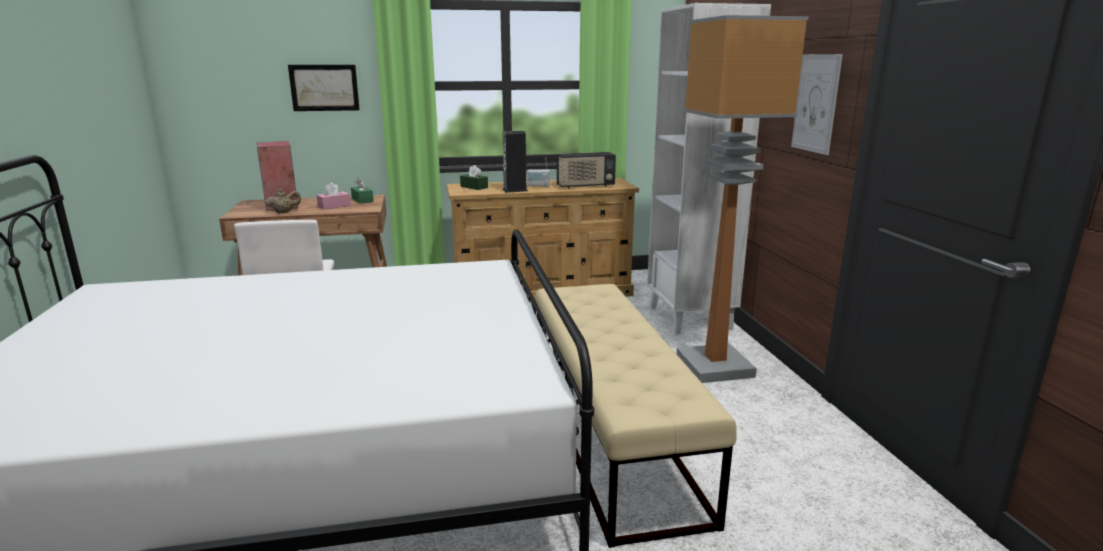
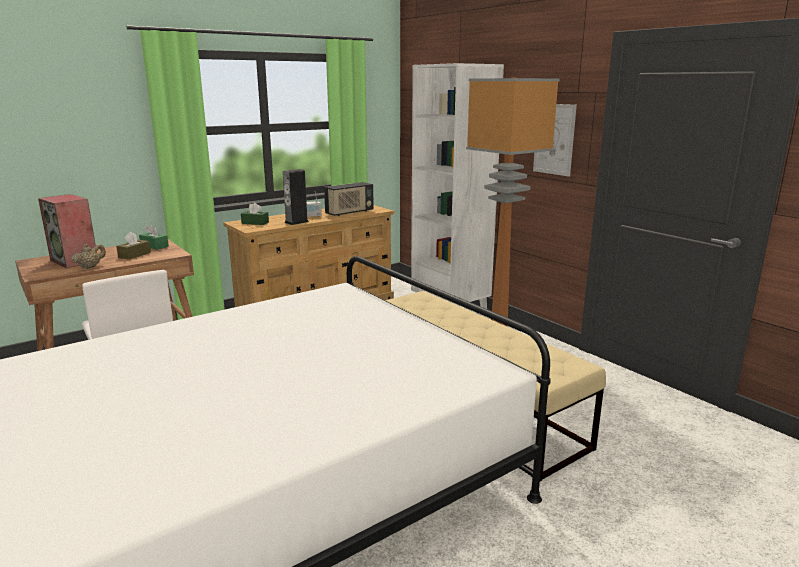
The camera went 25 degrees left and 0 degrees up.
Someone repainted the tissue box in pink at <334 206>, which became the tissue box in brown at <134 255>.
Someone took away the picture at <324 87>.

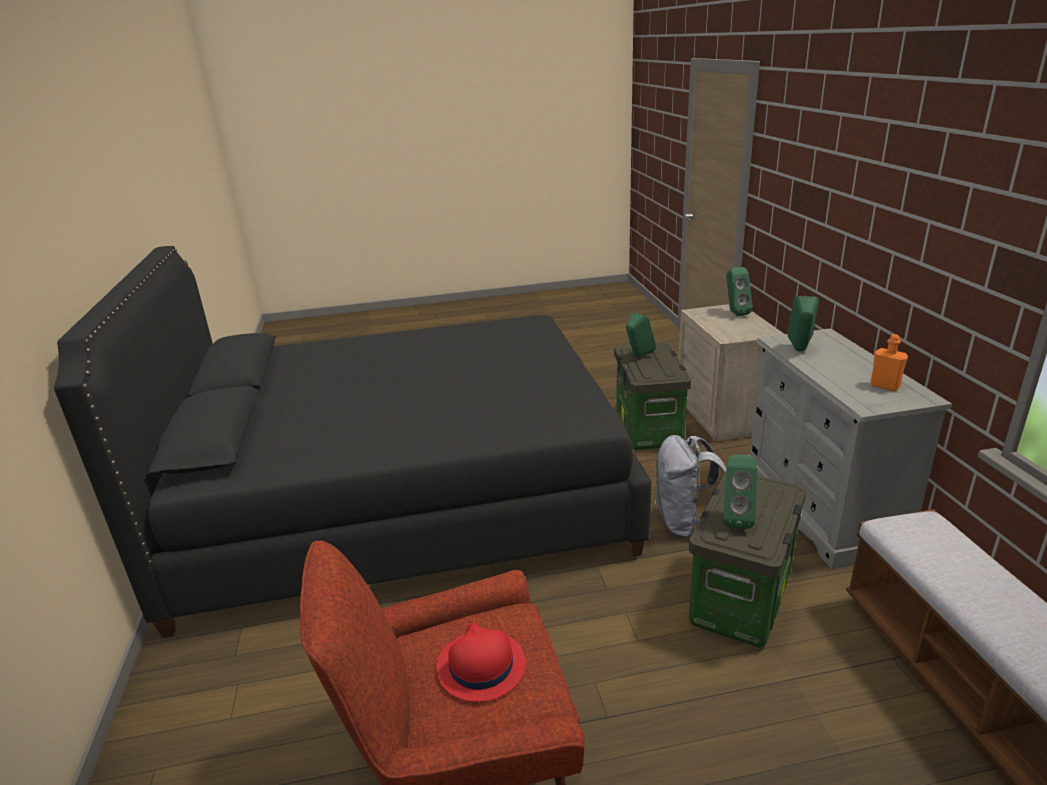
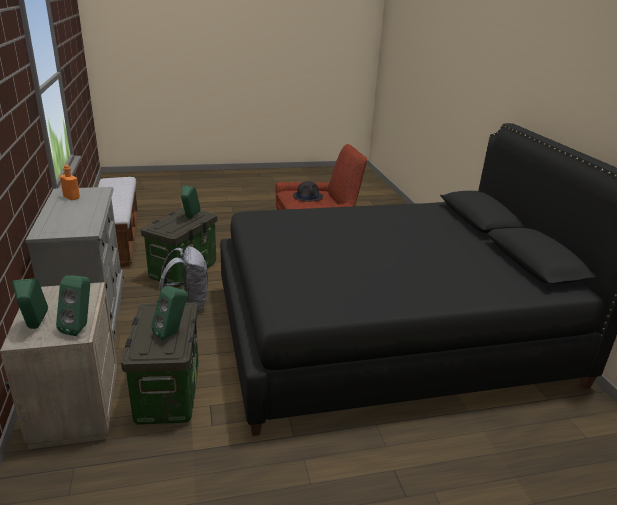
The camera went 175 degrees right and 0 degrees up.
Someone carried the speaker in green from <799 351> to <80 327>.
Someone repainted the hat in red at <480 666>, which became the hat in black at <308 196>.

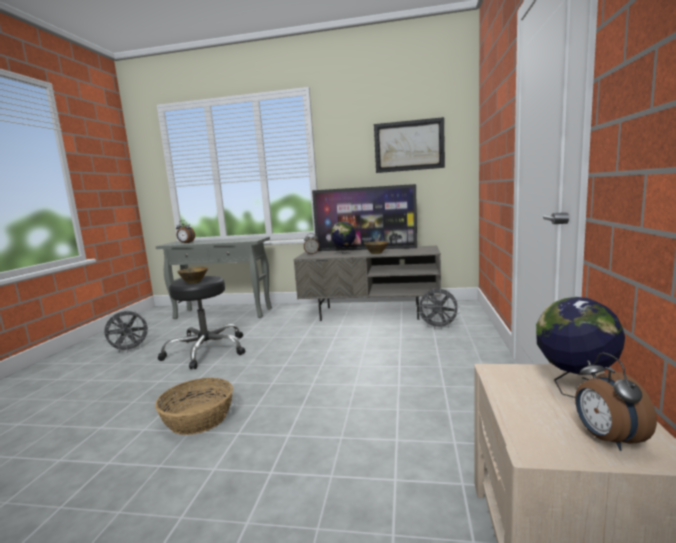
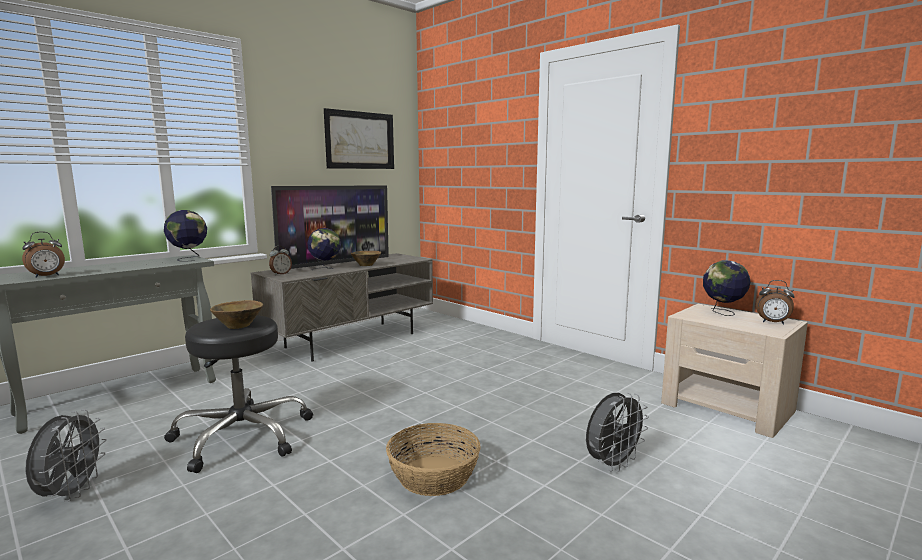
The camera went 55 degrees left and 0 degrees up.
Someone put down the globe at <189 259>.
Someone carried the fan in grey from <438 327> to <612 464>.

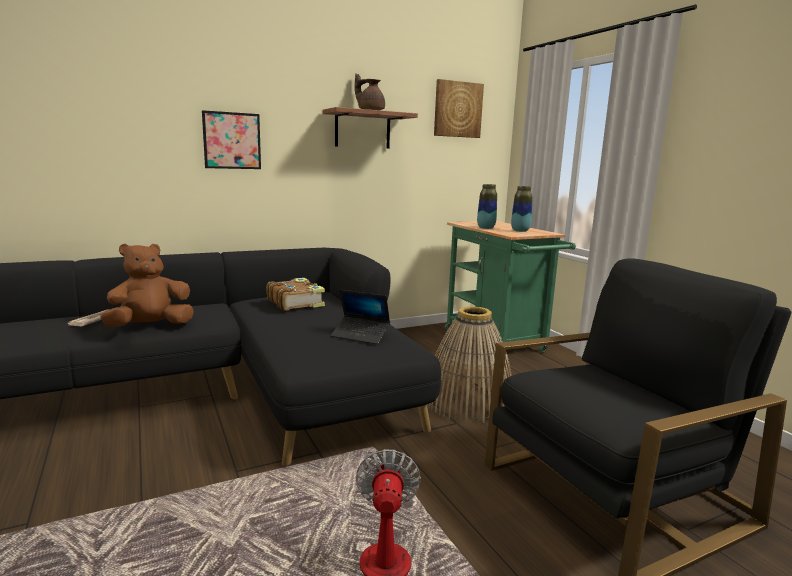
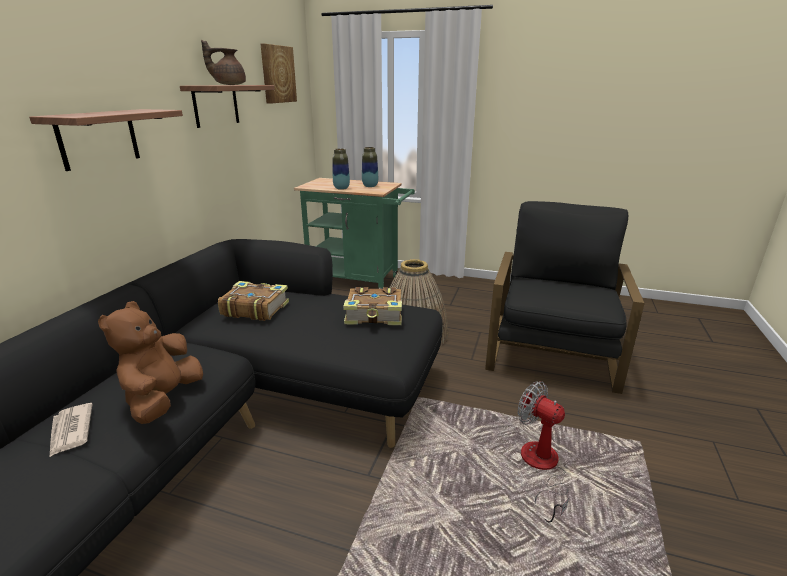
The camera went 45 degrees left and 10 degrees up.
Someone swapped the picture at <232 140> for the shelf at <98 138>.
Someone swapped the laptop at <360 335> for the book at <375 315>.

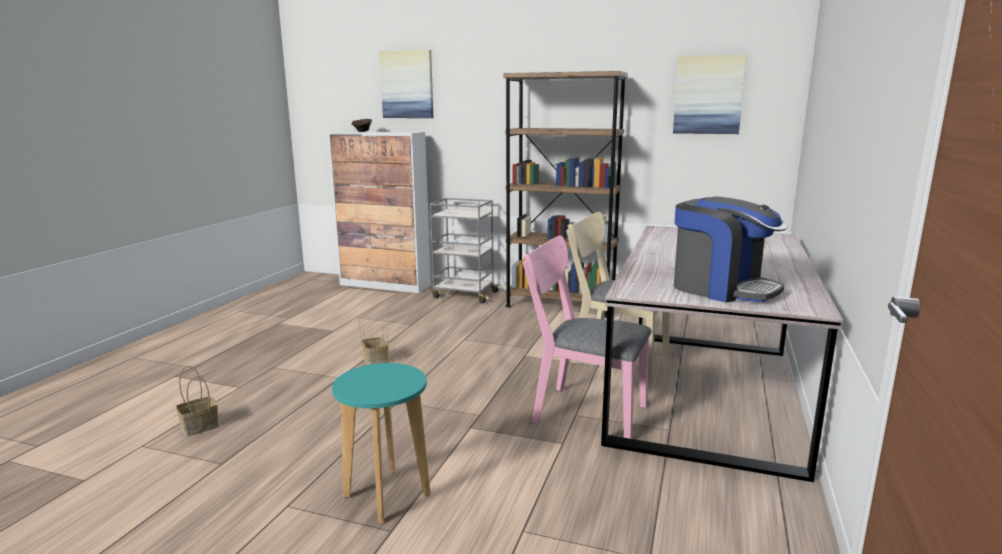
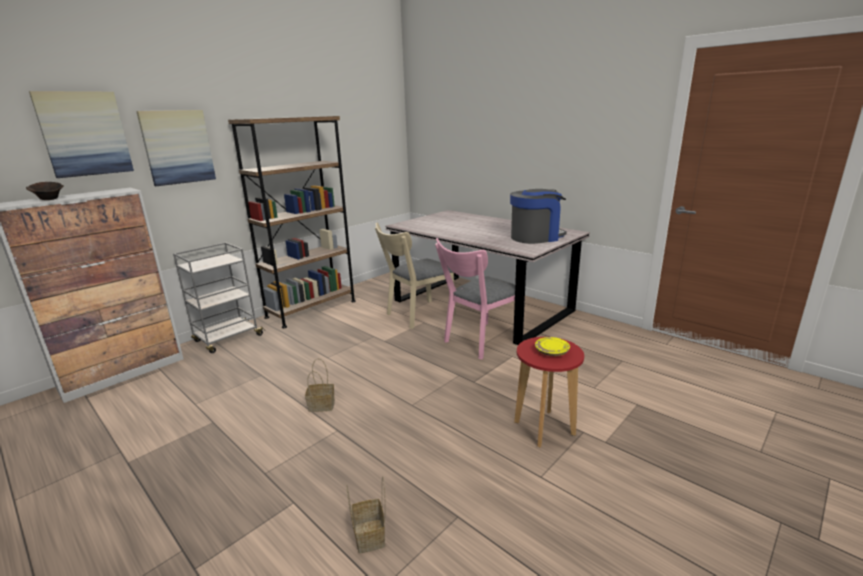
The camera went 65 degrees left and 5 degrees up.
Someone carried the picture from <708 95> to <177 147>.
Someone repainted the stool in turquoise at <386 495>, which became the stool in red at <544 428>.
Someone put down the plate in yellow at <551 352>.

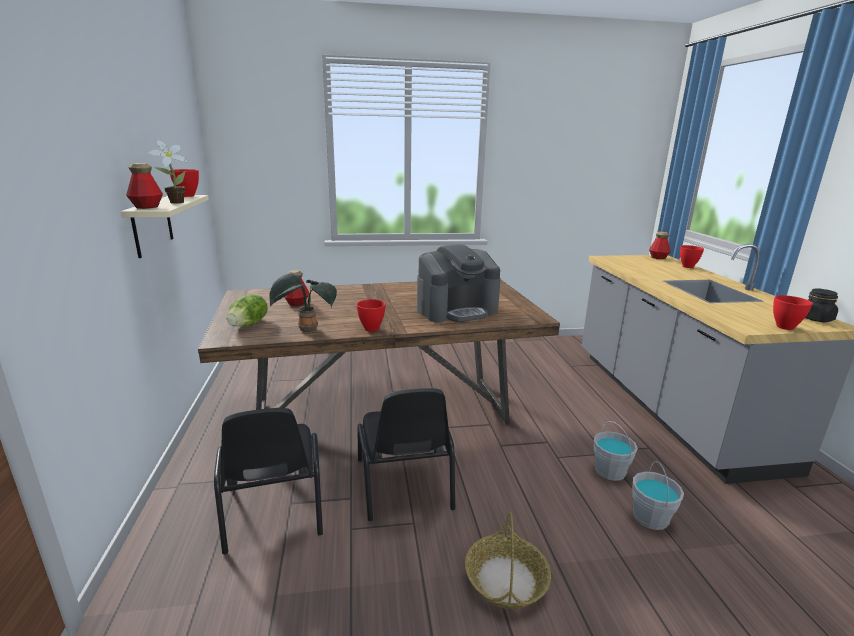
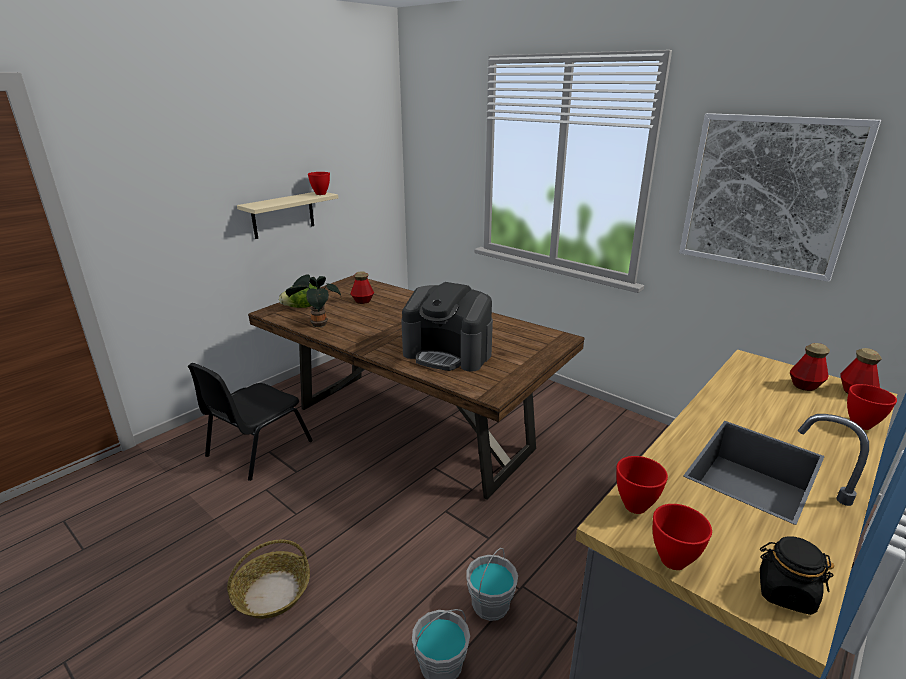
The camera went 50 degrees right and 5 degrees up.
Someone carried the bowl in red from <370 329> to <634 505>.
Someone put up the picture at <767 194>.
Someone carried the bottle from <147 207> to <805 386>.
Someone took away the potted plant at <174 202>.
Someone took away the chair in black at <404 485>.

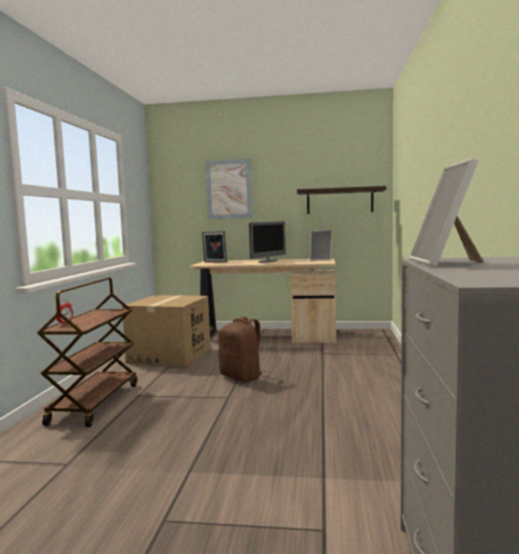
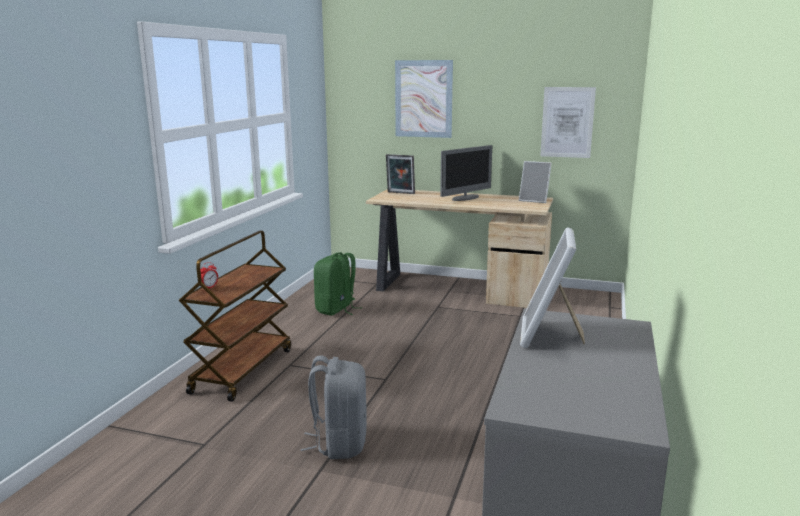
The camera went 10 degrees right and 10 degrees up.
Someone put down the backpack in grey at <339 443>.
Someone swapped the cardboard box at <170 355> for the backpack in green at <336 309>.
Someone swapped the shelf at <339 201> for the picture at <567 122>.
Someone took away the backpack in brown at <242 377>.

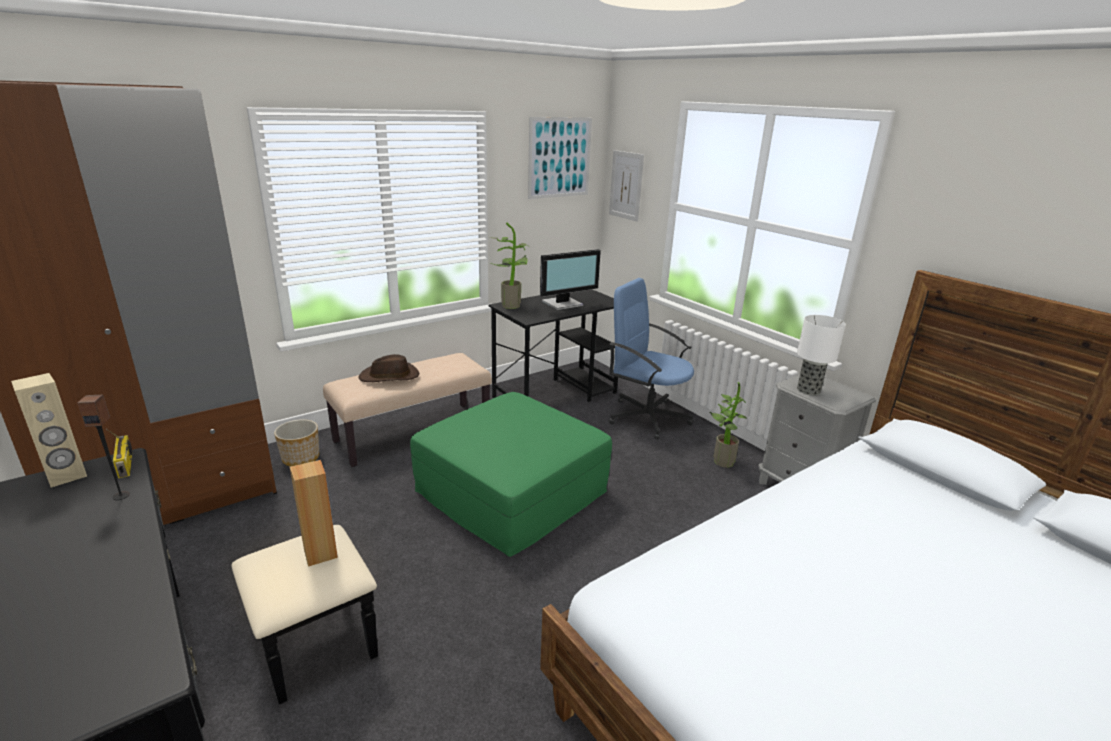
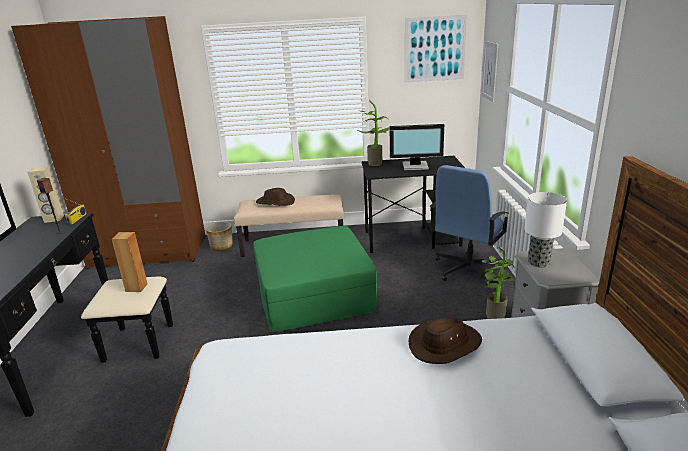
The camera went 35 degrees right and 0 degrees up.
Someone put down the hat in brown at <445 344>.
Someone rotated the office chair in blue at <647 417> by 120 degrees counterclockwise.

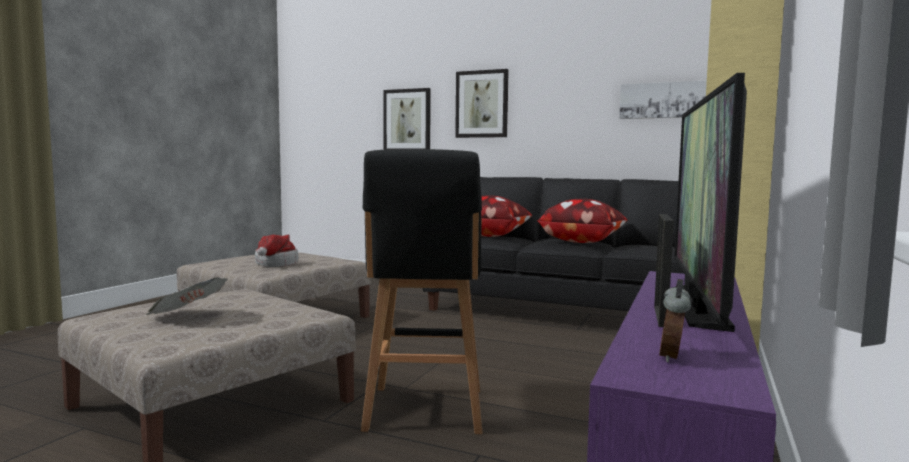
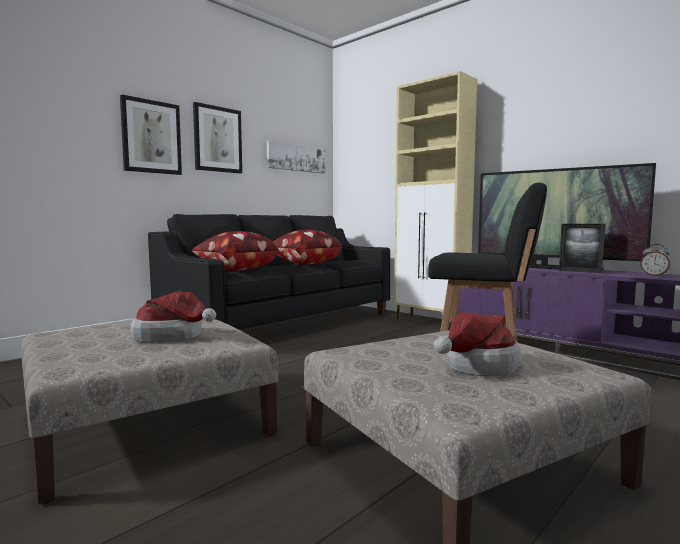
The camera went 70 degrees left and 0 degrees up.
Someone carried the picture from <407 120> to <217 139>.
Someone swapped the newspaper at <188 316> for the hat at <475 365>.

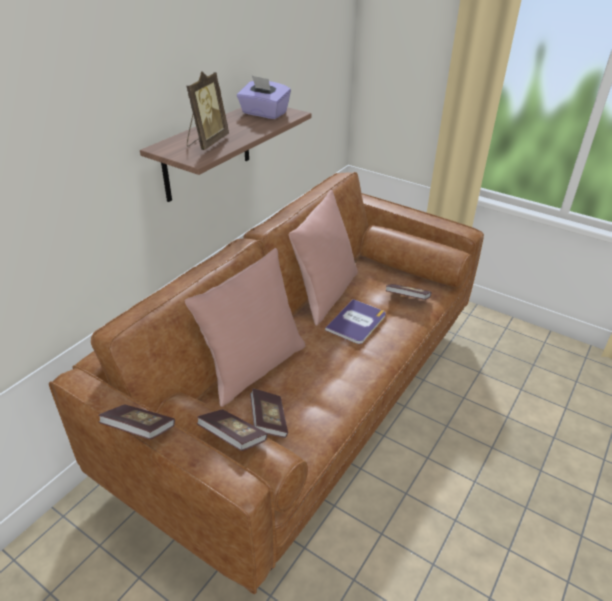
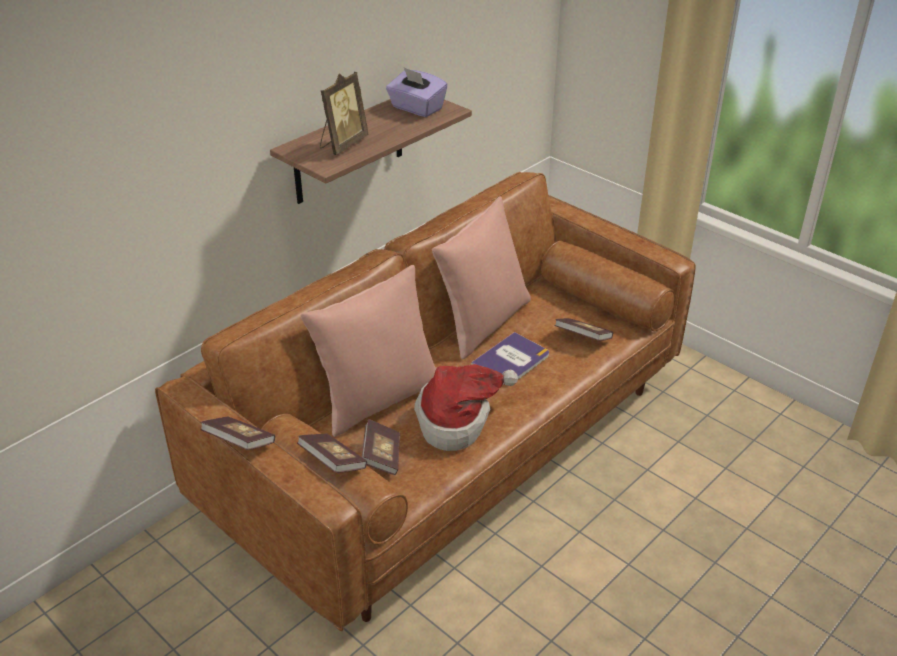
The camera went 10 degrees right and 0 degrees up.
Someone put down the hat at <458 420>.

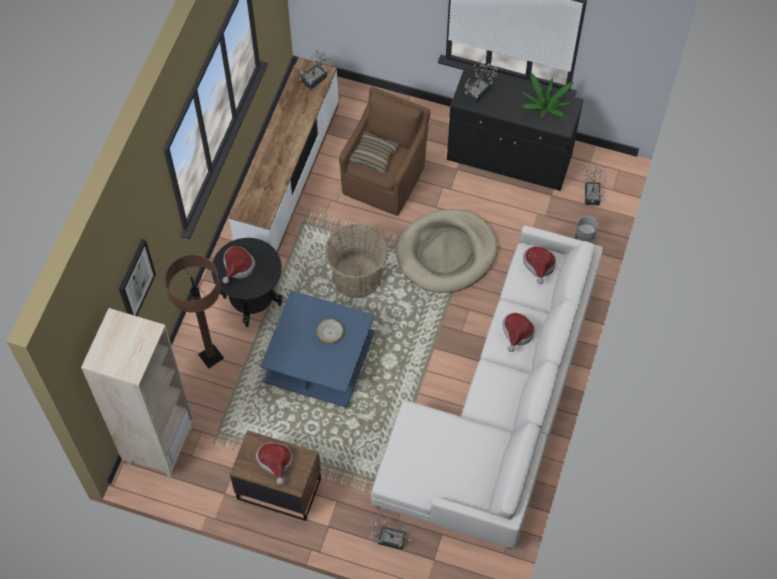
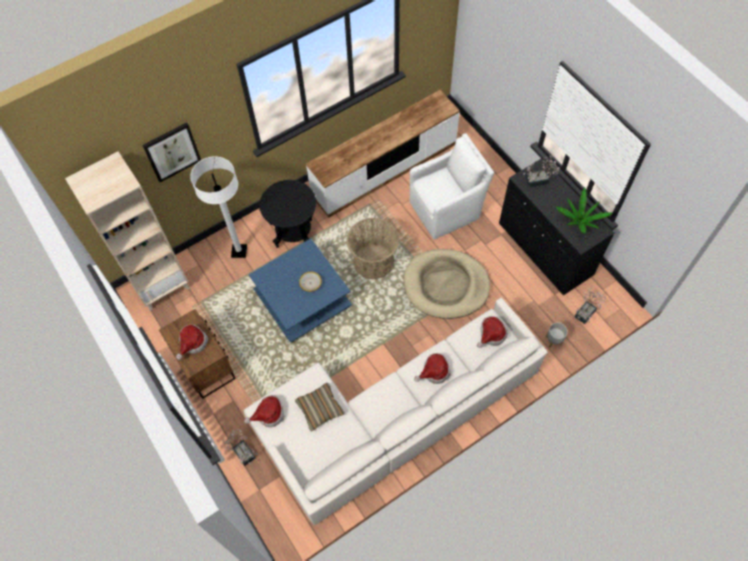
The camera went 40 degrees right and 0 degrees up.
Someone repainted the floor lamp in brown at <211 357>, which became the floor lamp in white at <239 251>.
Someone carried the hat from <237 267> to <268 414>.
Someone carried the pillow from <374 155> to <320 408>.
Someone repainted the armchair in brown at <385 178>, which became the armchair in white at <446 209>.
Someone took away the potted plant at <316 77>.

